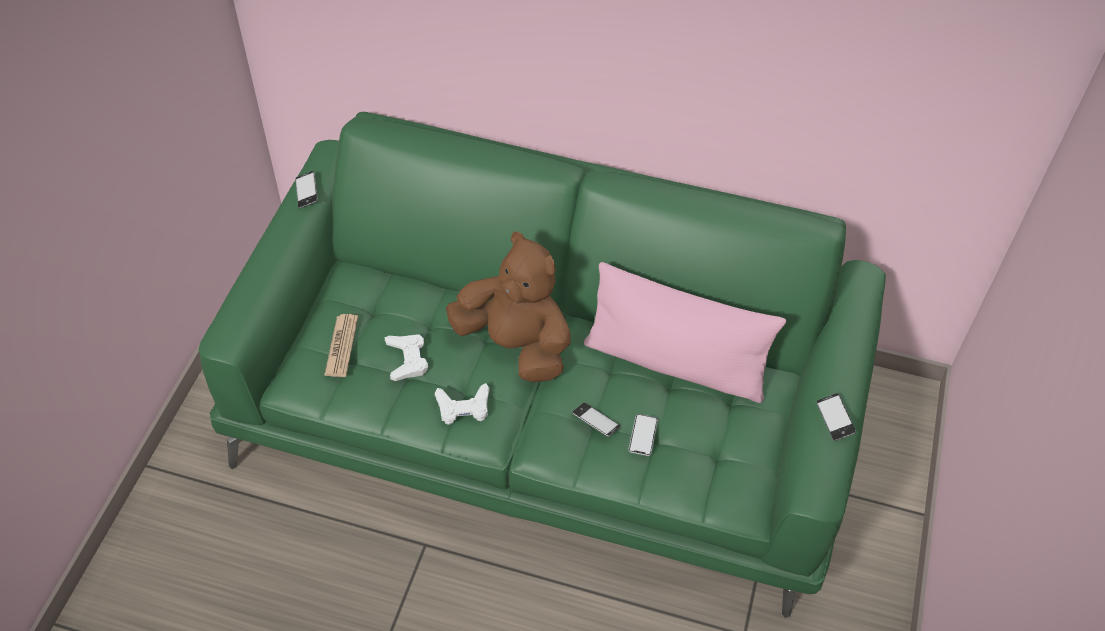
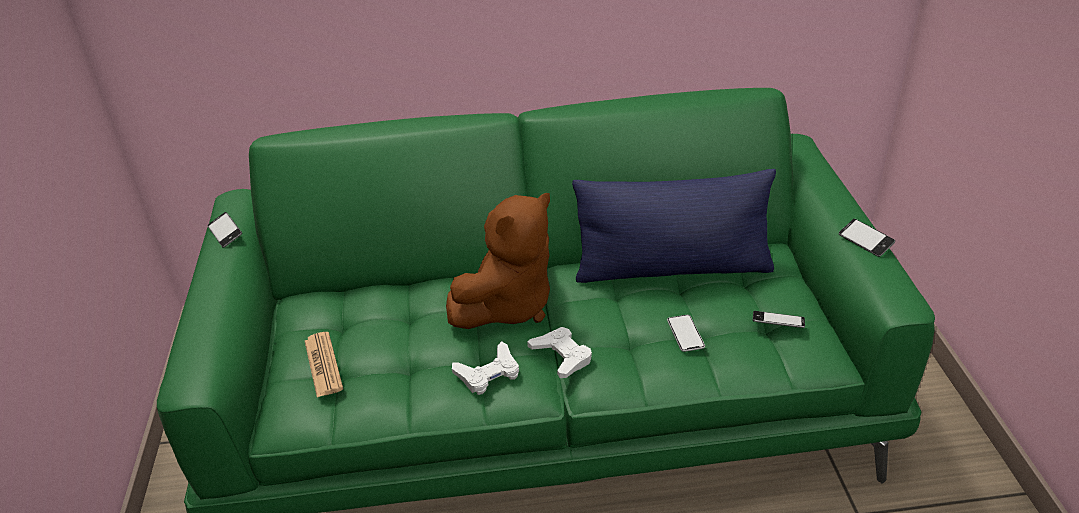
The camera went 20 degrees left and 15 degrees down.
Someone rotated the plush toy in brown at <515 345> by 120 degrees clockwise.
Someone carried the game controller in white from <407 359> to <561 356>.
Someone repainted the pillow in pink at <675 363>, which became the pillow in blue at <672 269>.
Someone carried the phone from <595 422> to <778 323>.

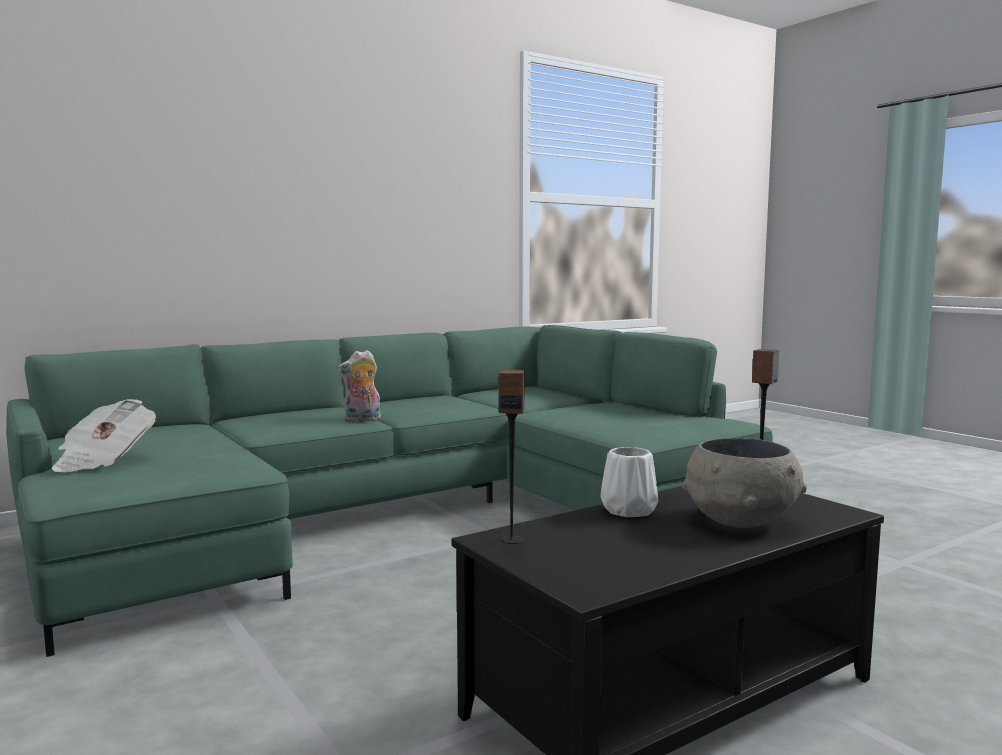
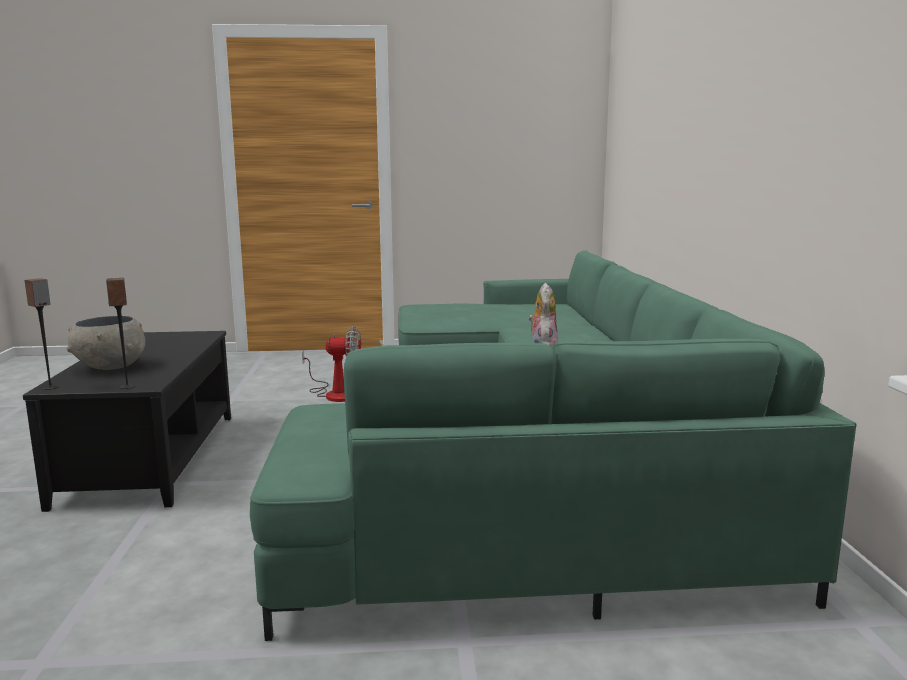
The camera went 120 degrees right and 5 degrees up.
Someone carried the speaker from <511 540> to <50 387>.
Someone put down the fan at <335 394>.
Someone took away the newspaper at <104 461>.
Someone took away the vase in white at <630 510>.

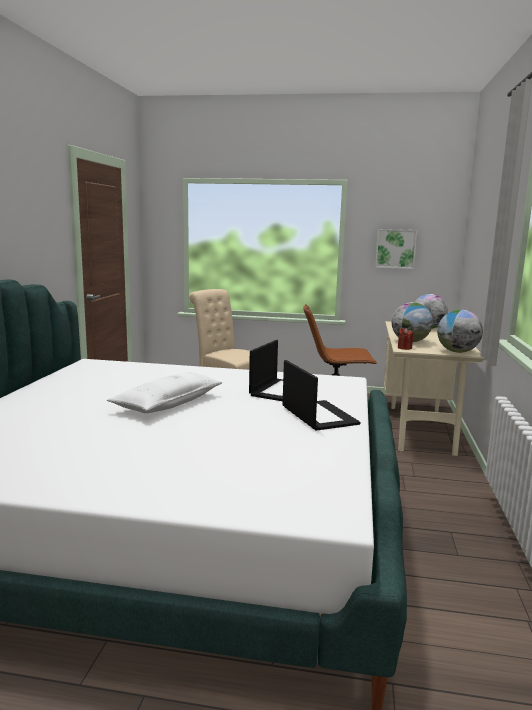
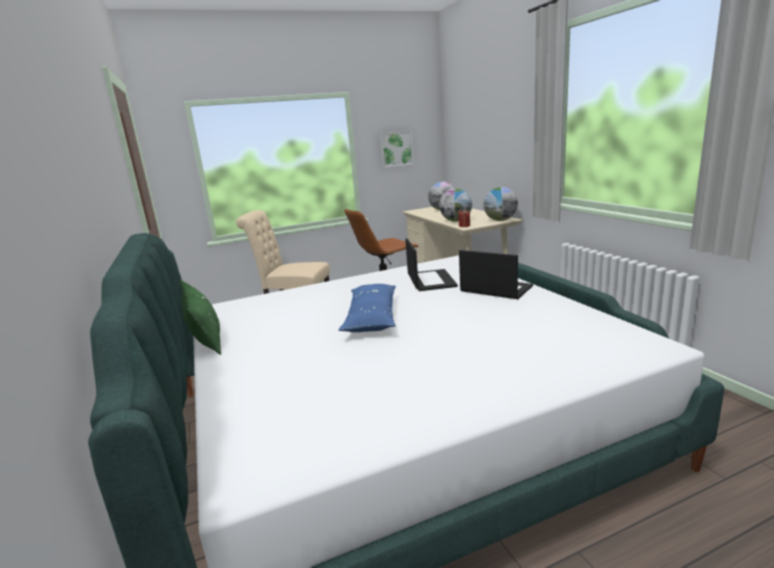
The camera went 30 degrees left and 5 degrees up.
Someone put down the pillow in green at <205 336>.
Someone repainted the pillow in white at <168 403>, which became the pillow in blue at <371 317>.

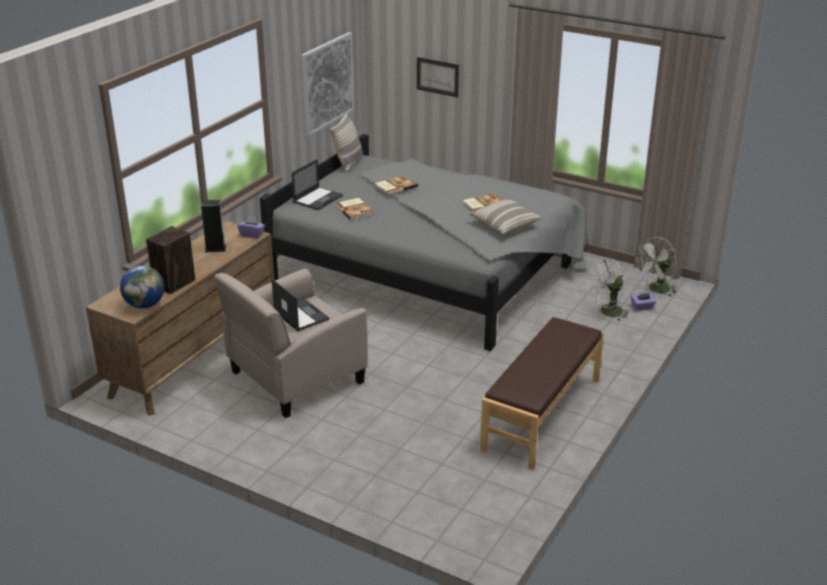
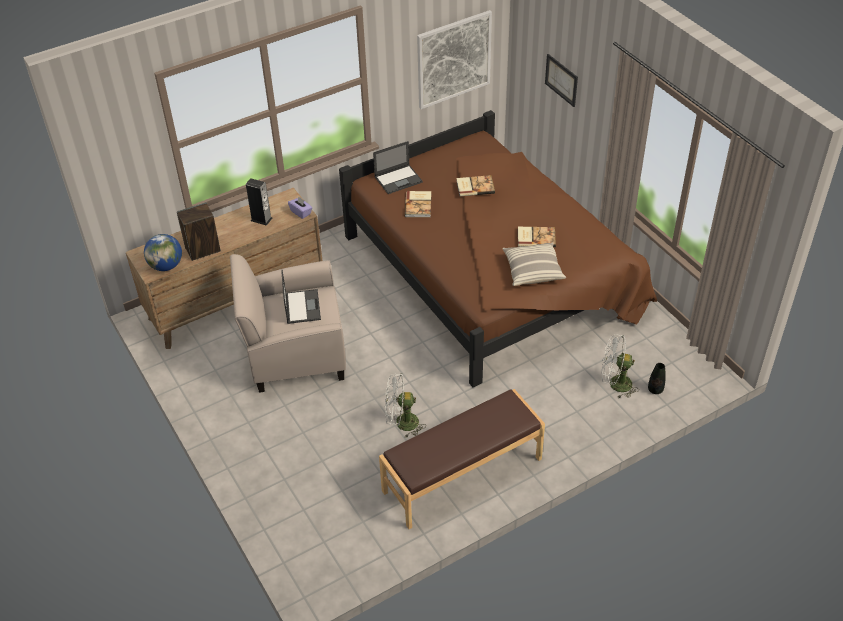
The camera went 30 degrees right and 15 degrees up.
Someone repainted the bed in grey at <431 271>, which became the bed in brown at <493 273>.
Someone carried the fan in white from <656 290> to <401 423>.
Someone swapped the tissue box in purple at <642 307> for the vase in black at <655 390>.
Someone took away the pillow at <348 163>.

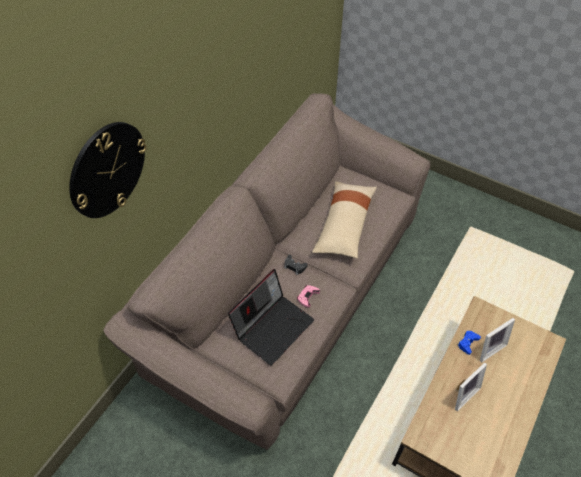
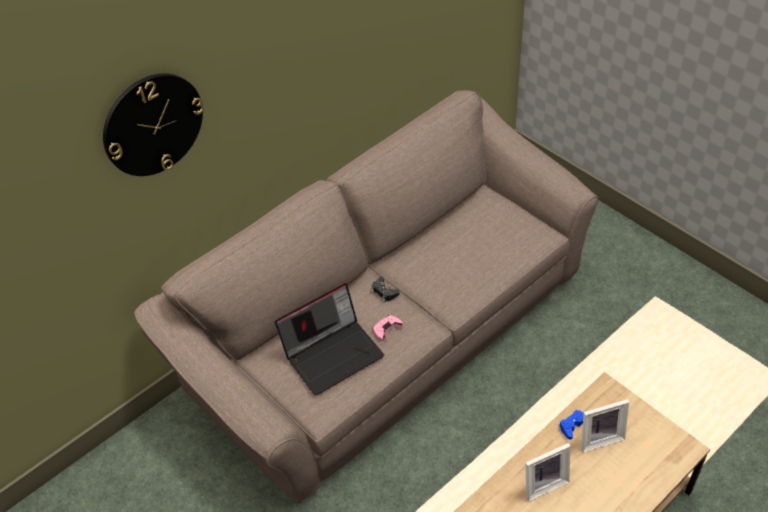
The camera went 20 degrees right and 5 degrees down.
Someone took away the pillow in beige at <344 225>.

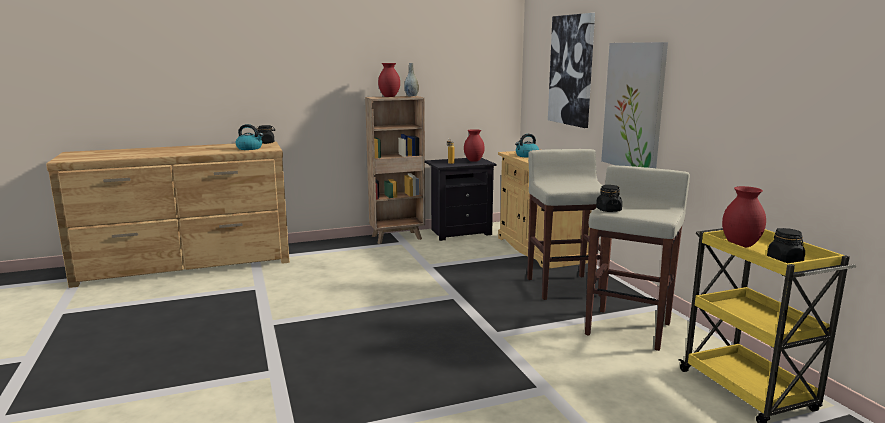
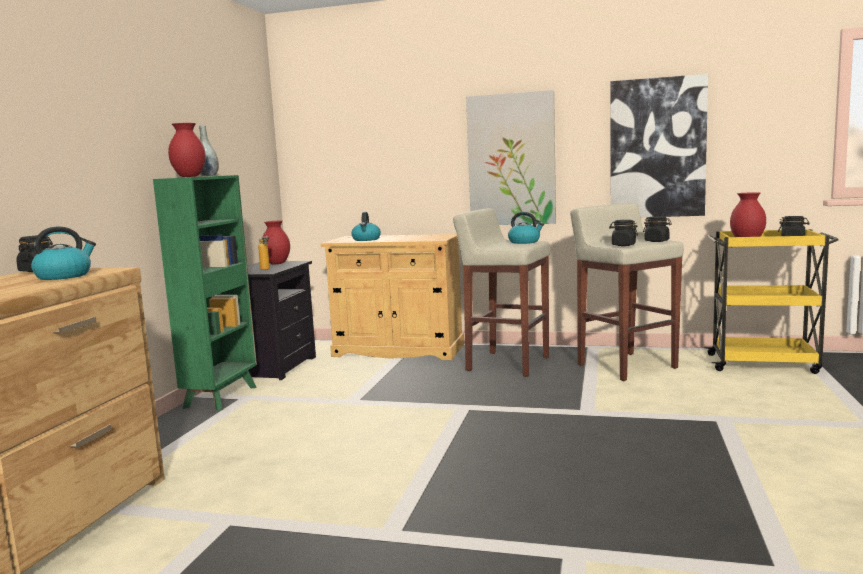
The camera went 55 degrees left and 5 degrees down.
Someone repainted the bookcase in brown at <397 237>, which became the bookcase in green at <222 396>.
Someone put down the kettle at <525 242>.
Someone carried the picture from <571 70> to <657 148>.
Someone put down the jar in black at <657 241>.

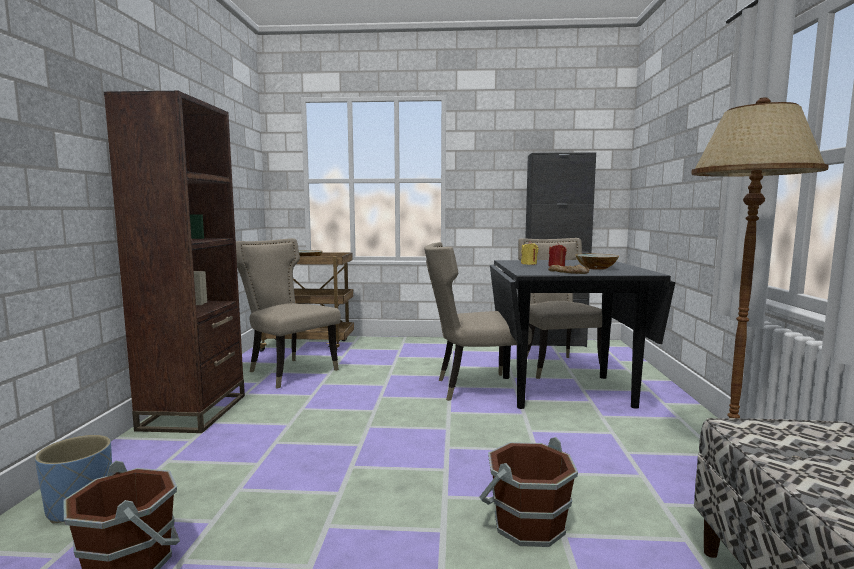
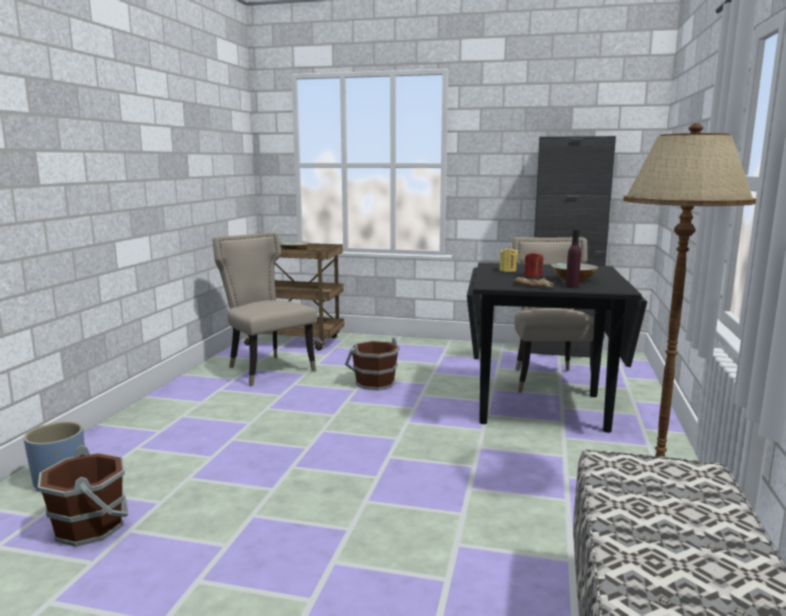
The camera went 10 degrees right and 5 degrees up.
Someone carried the bucket in brown from <527 524> to <374 383>.
Someone put down the bottle in purple at <572 286>.
Someone took away the bookcase in brown at <194 412>.
Someone took away the chair in beige at <474 388>.

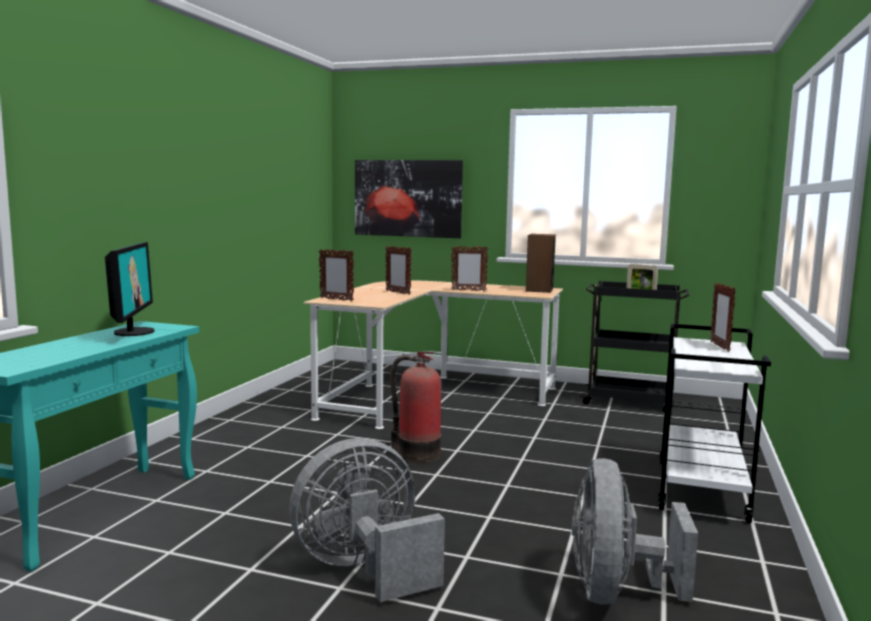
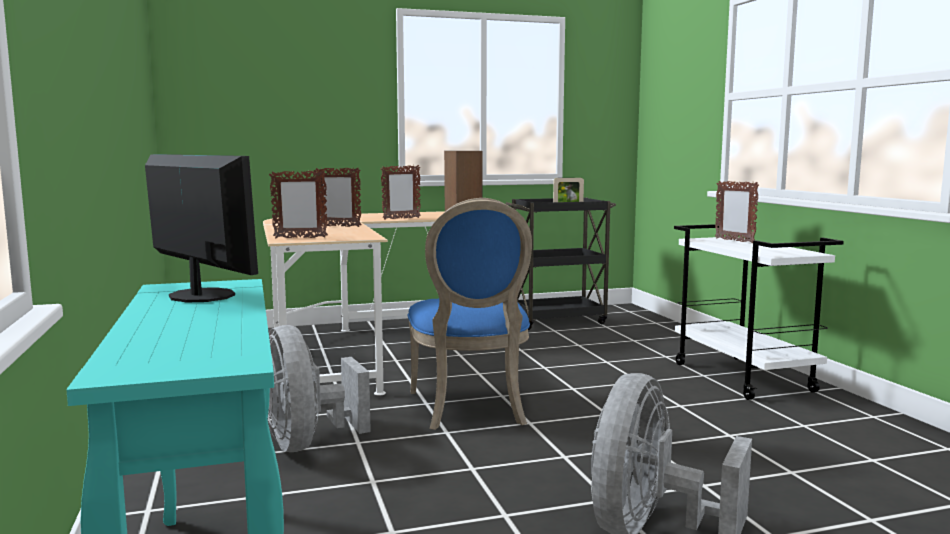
The camera went 35 degrees left and 0 degrees up.
Someone carried the fan in grey from <616 592> to <306 443>.
Someone swapped the fire extinguisher at <416 454> for the chair in blue at <471 409>.
Someone took away the picture at <408 198>.

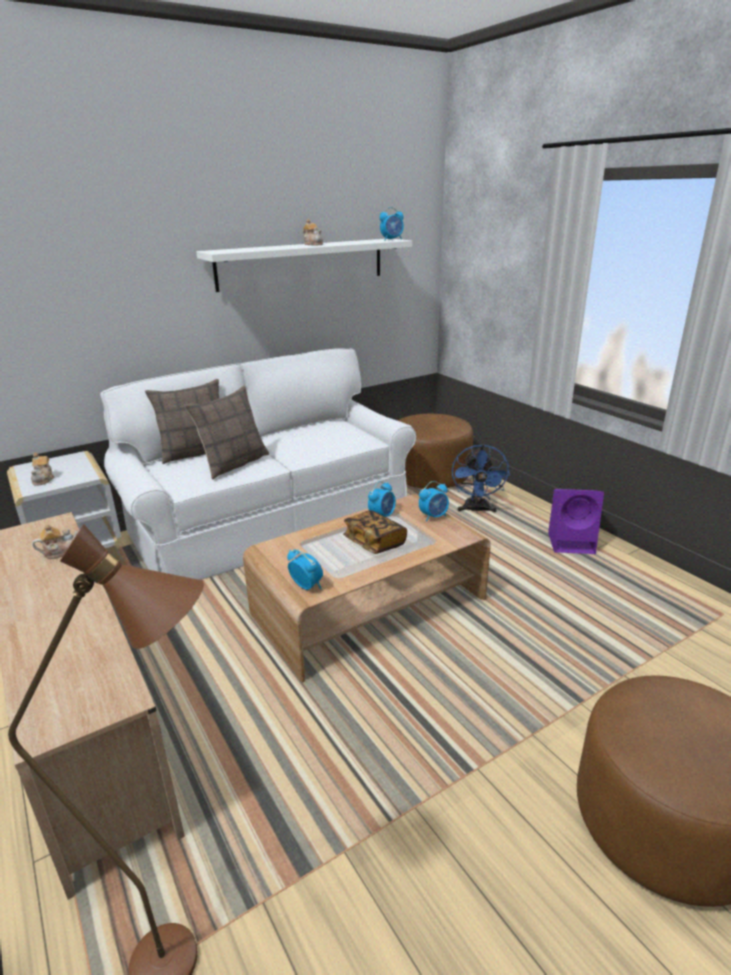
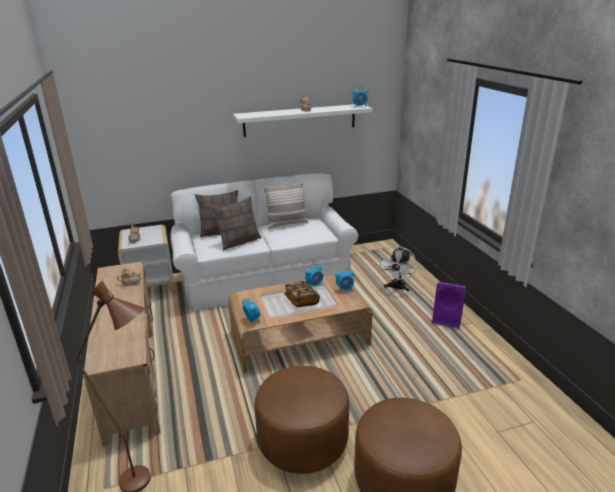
The camera went 15 degrees right and 0 degrees up.
Someone carried the ottoman in brown from <430 476> to <303 440>.
Someone put down the pillow at <287 224>.
Someone repainted the fan in blue at <476 510>, which became the fan in white at <396 288>.

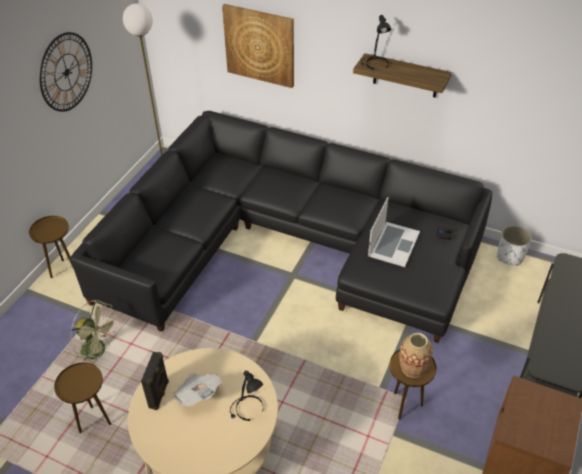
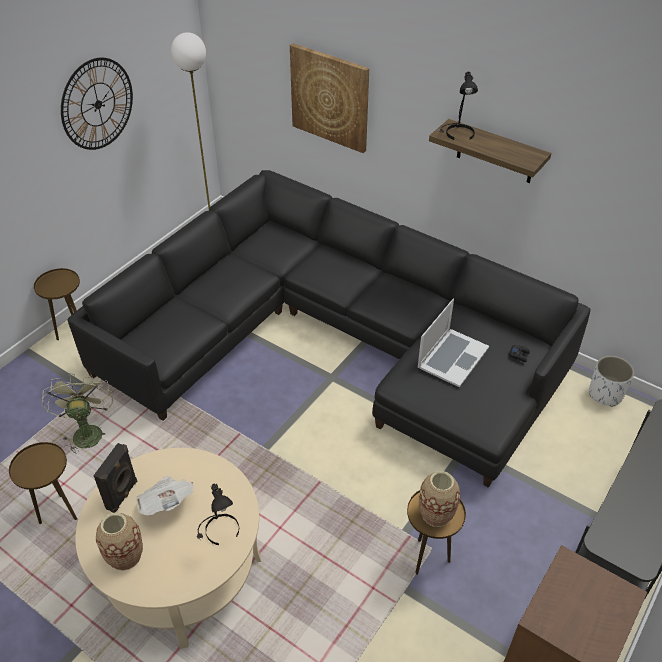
The camera went 10 degrees right and 0 degrees up.
Someone rotated the fan in green at <99 351> by 135 degrees counterclockwise.
Someone put down the vase at <125 556>.

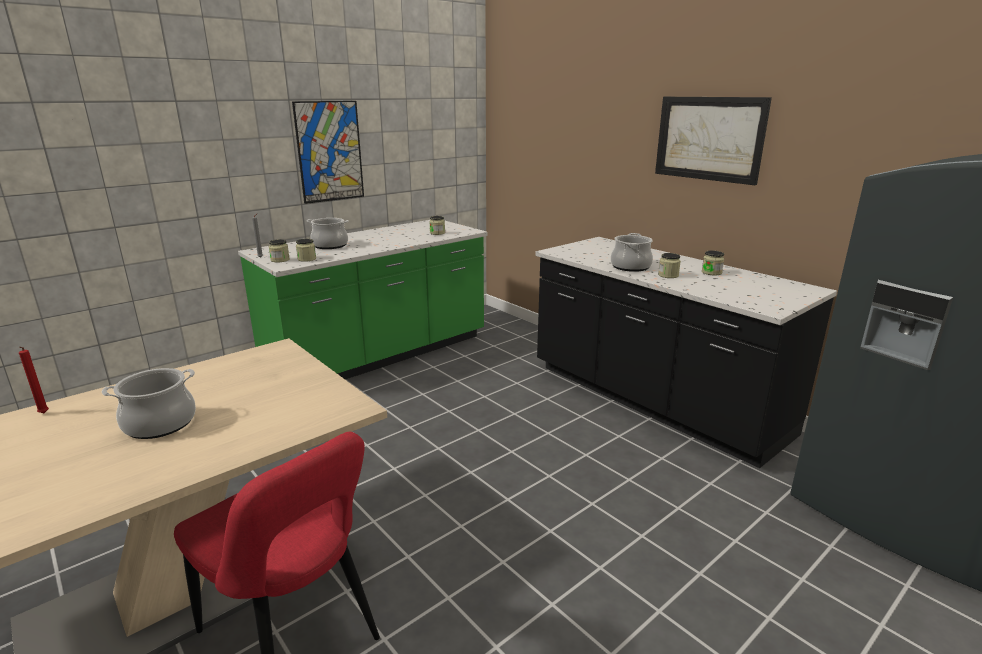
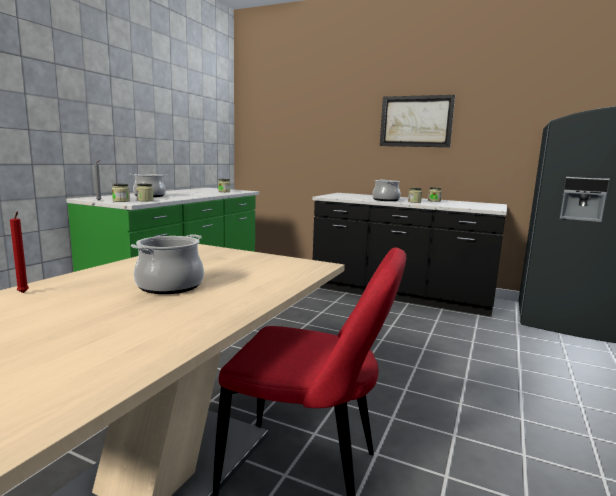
The camera went 25 degrees left and 10 degrees down.
Someone took away the picture at <329 151>.

